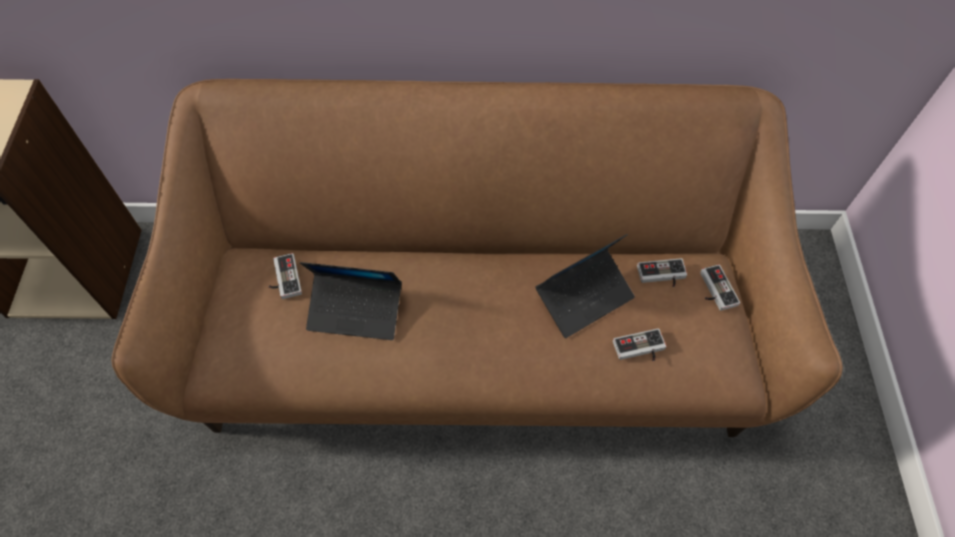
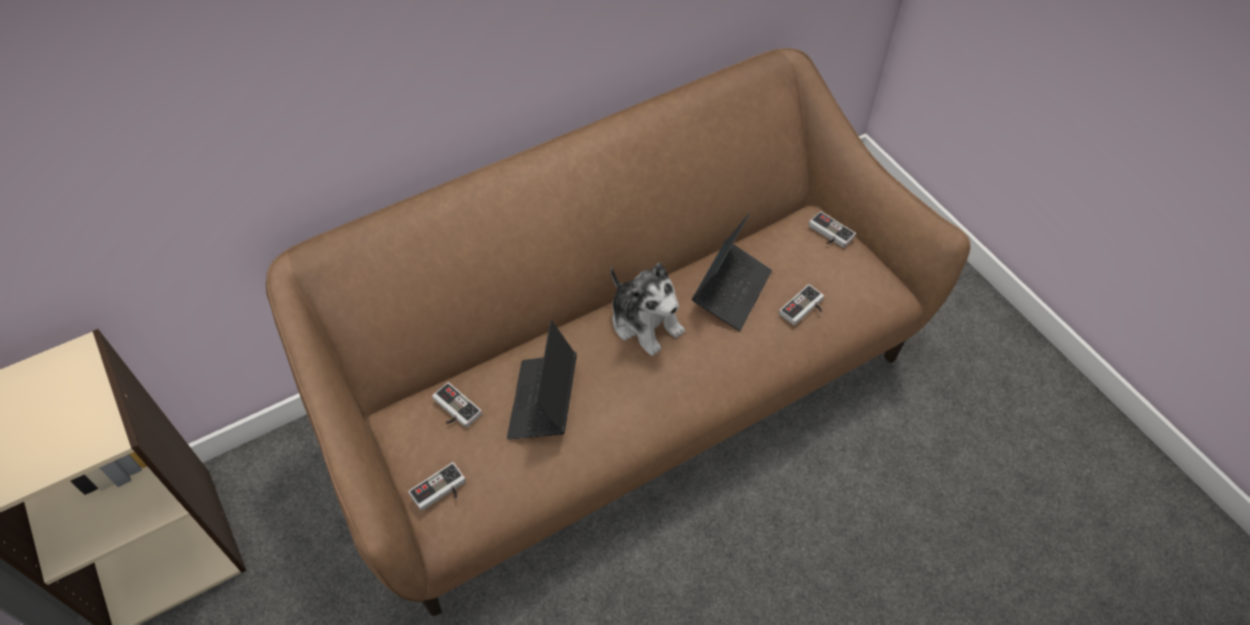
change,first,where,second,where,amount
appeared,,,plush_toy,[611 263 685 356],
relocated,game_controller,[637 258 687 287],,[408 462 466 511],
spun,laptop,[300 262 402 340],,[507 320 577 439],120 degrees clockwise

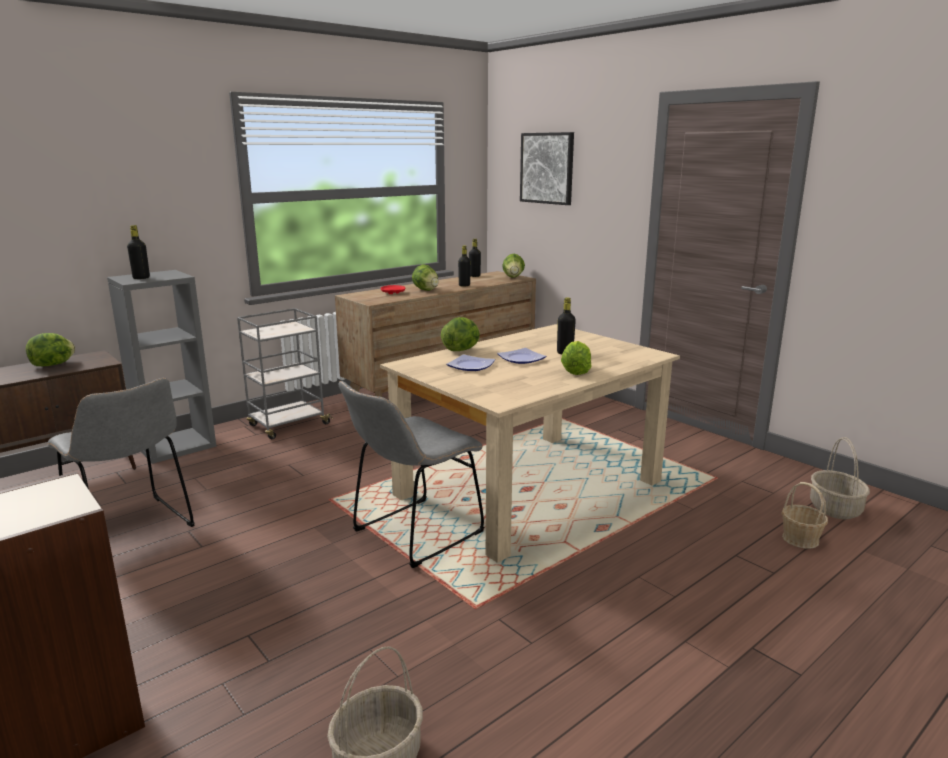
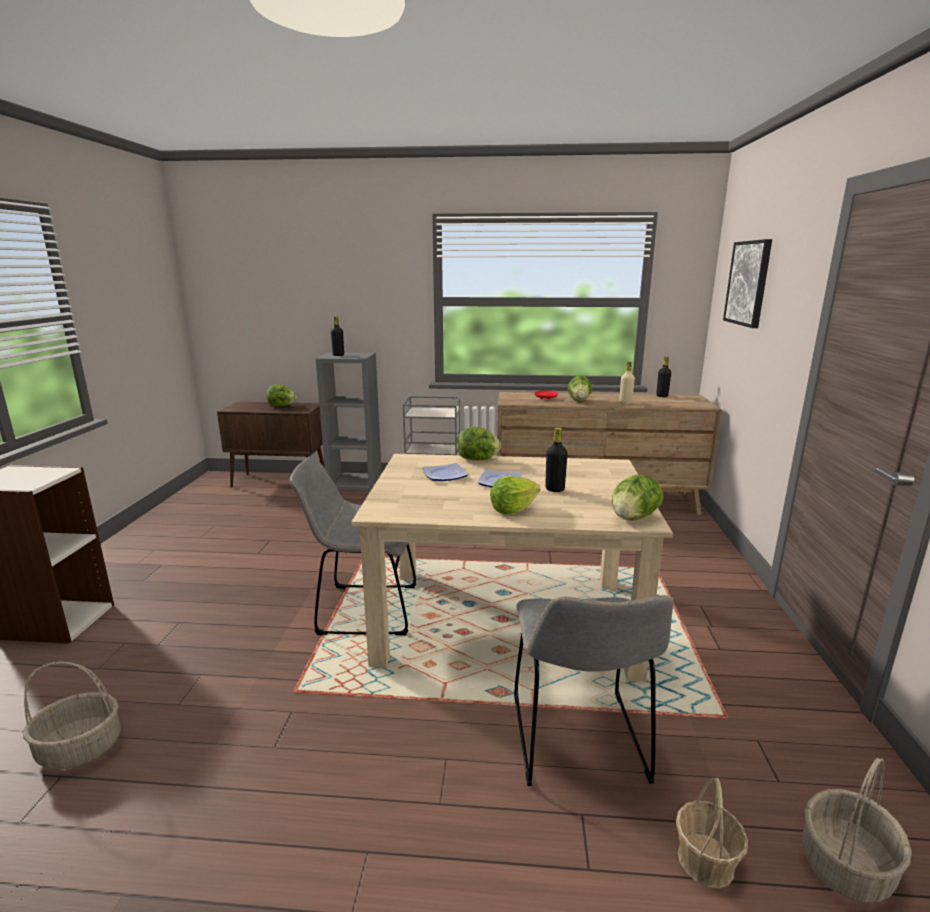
change,first,where,second,where,amount
relocated,grey_chair,[47 378 195 527],,[514 595 674 786],
relocated,lettuce,[502 254 525 278],,[612 475 664 520],
colour,black_bottle,[458 245 470 287],beige_bottle,[619 362 635 404],

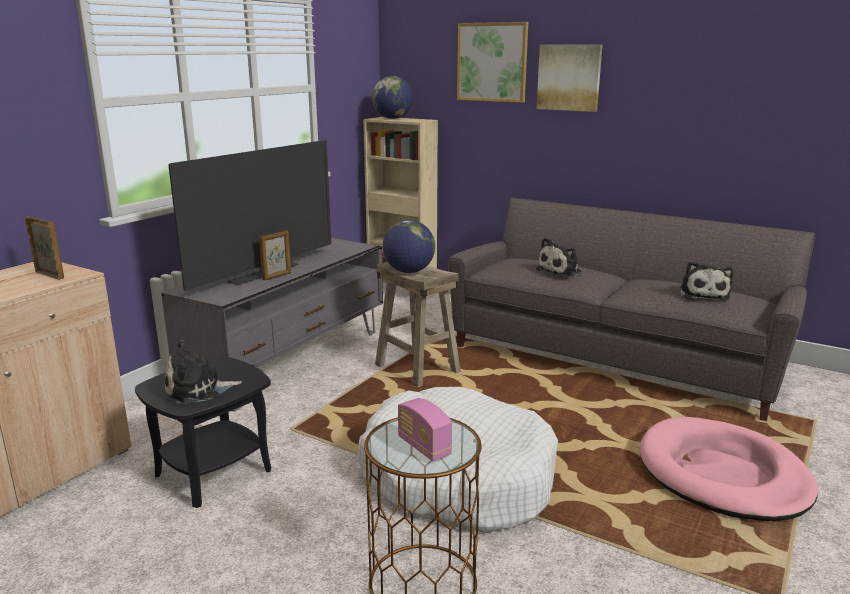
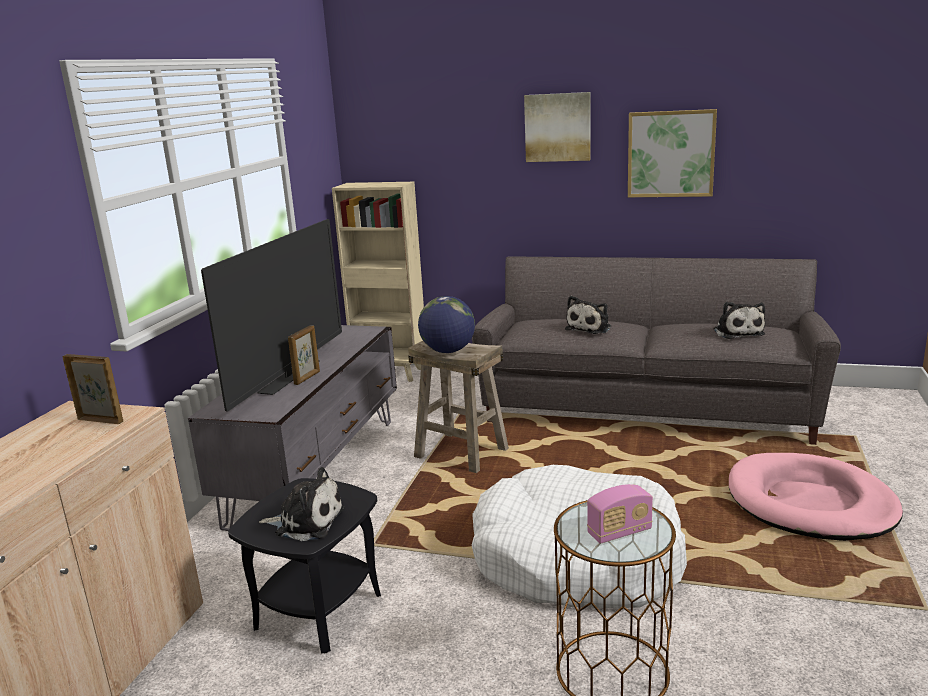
change,first,where,second,where,amount
missing,globe,[372 76 413 119],,,
relocated,picture,[457 22 528 103],,[628 109 717 197],
spun,plush_toy,[165 340 242 404],,[259 467 345 541],135 degrees counterclockwise
spun,radio,[398 398 452 461],,[587 484 653 544],60 degrees counterclockwise

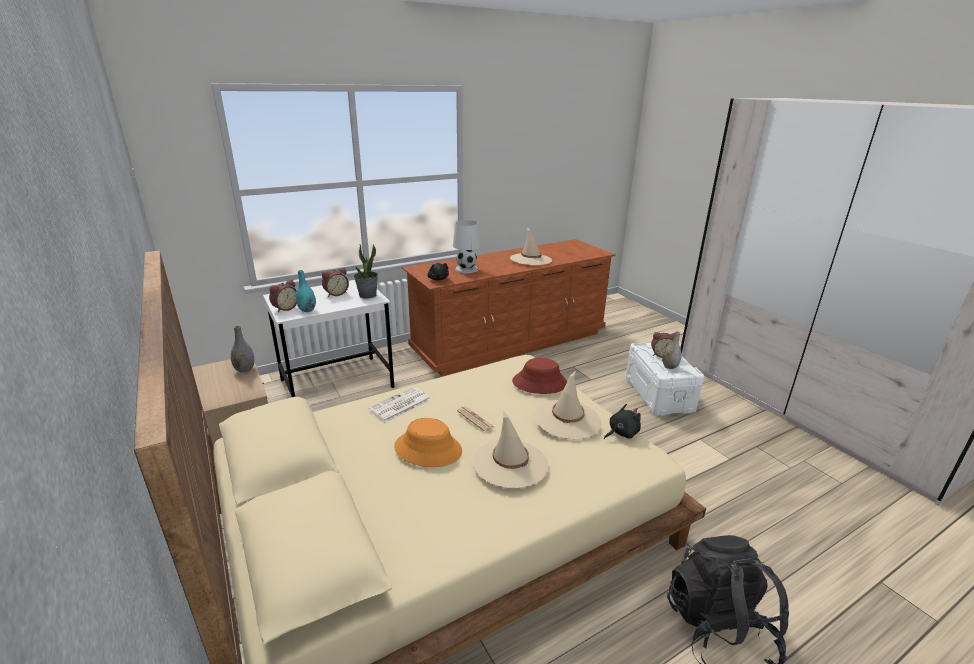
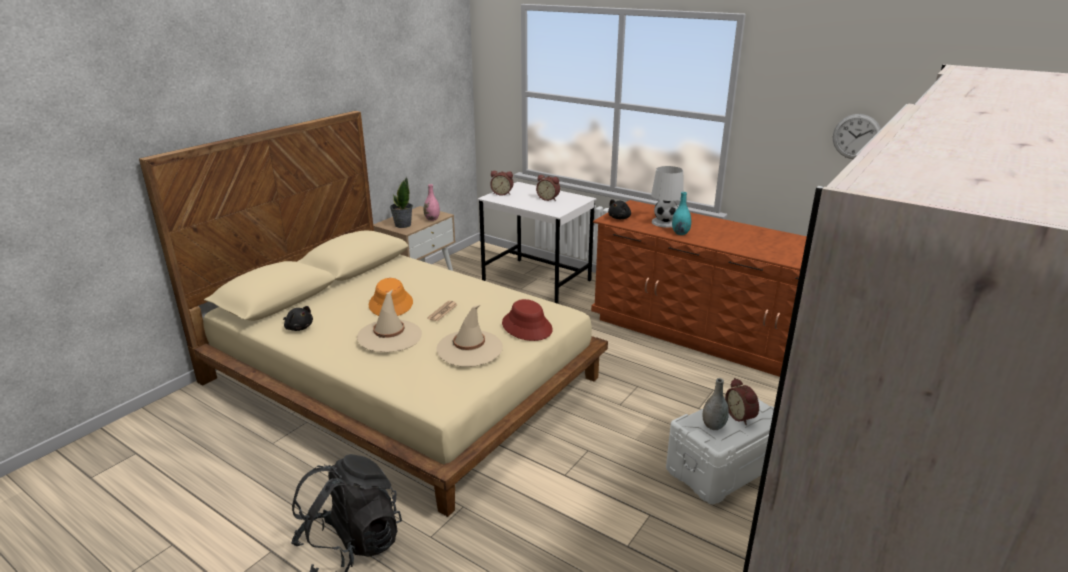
change,first,where,second,where,amount
missing,newspaper,[368 387 431 423],,,
missing,beige_hat,[510 227 552 265],,,
appeared,,,wall_clock,[833 114 881 159],
relocated,turquoise_vase,[296 270 316 312],,[672 192 692 235],
relocated,potted_plant,[354 245 378 298],,[390 177 413 228],
relocated,black_plush_toy,[604 404 641 439],,[283 306 313 331],
colour,grey_vase,[231 325 255 373],pink_vase,[424 184 440 221],

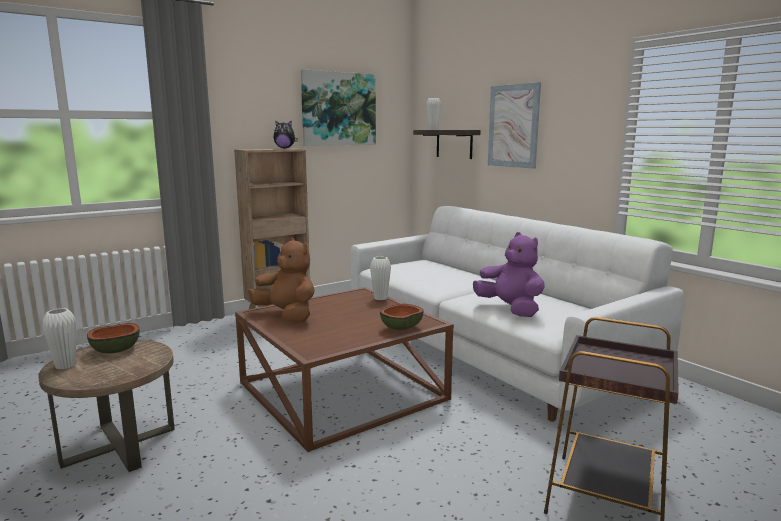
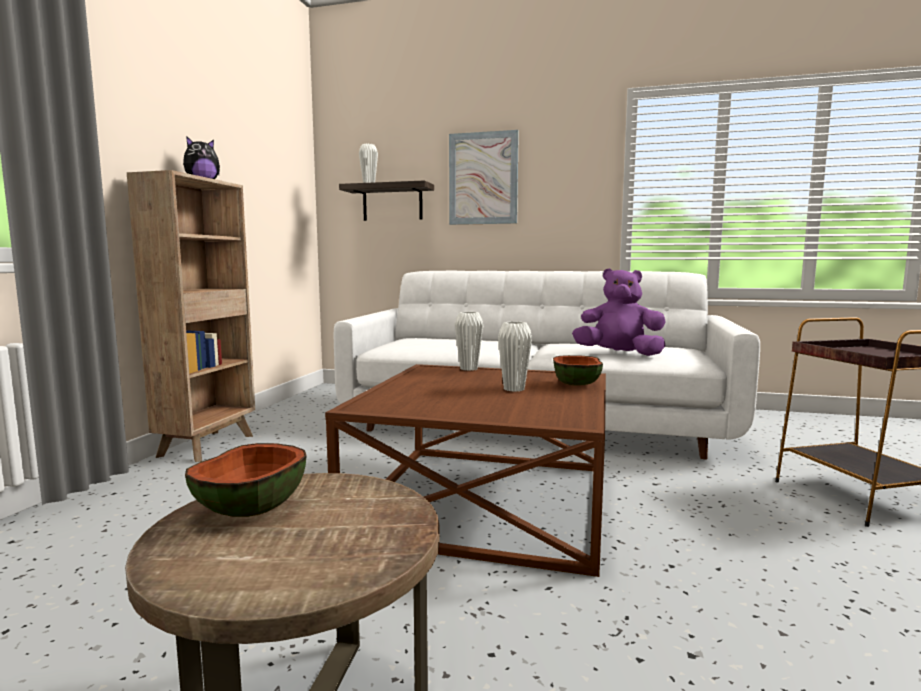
change,first,where,second,where,amount
missing,brown_plush_toy,[248 238 315 323],,,
missing,picture,[301 69 376 146],,,
relocated,white_vase,[42 308 76 369],,[498 322 532 392],

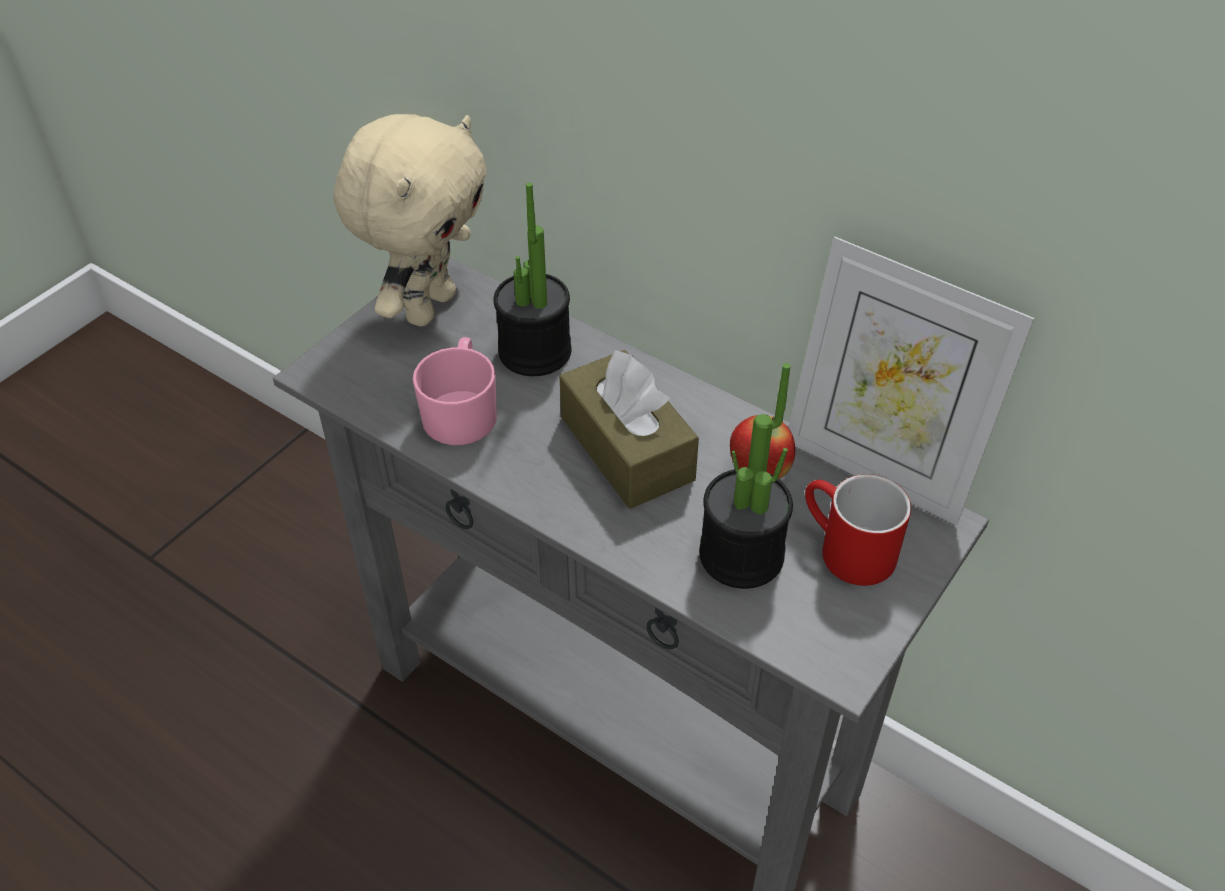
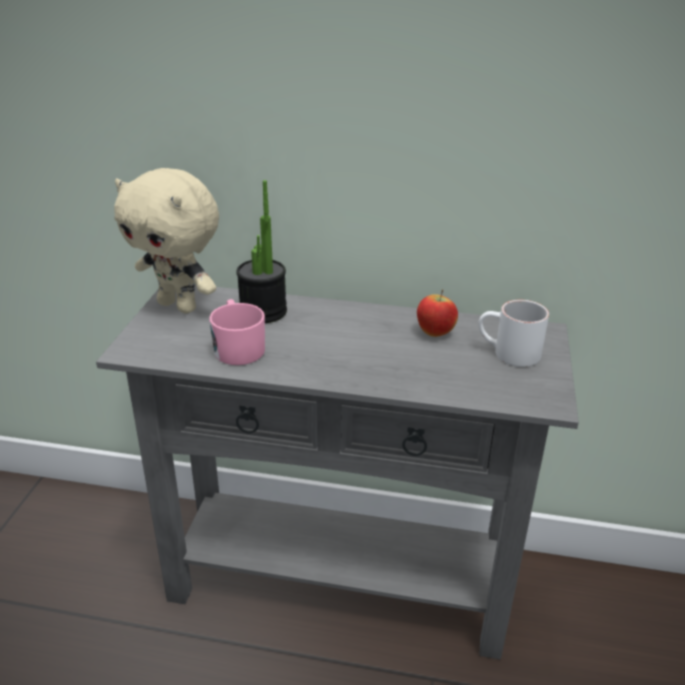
change,first,where,second,where,amount
missing,brown_tissue_box,[559 349 699 509],,,
missing,potted_plant,[699 363 793 589],,,
missing,picture_frame,[788 237 1034 525],,,
colour,red_mug,[805 474 911 586],white_mug,[478 300 549 367],
spun,beige_plush_toy,[334 114 487 327],,[114 168 219 314],120 degrees clockwise

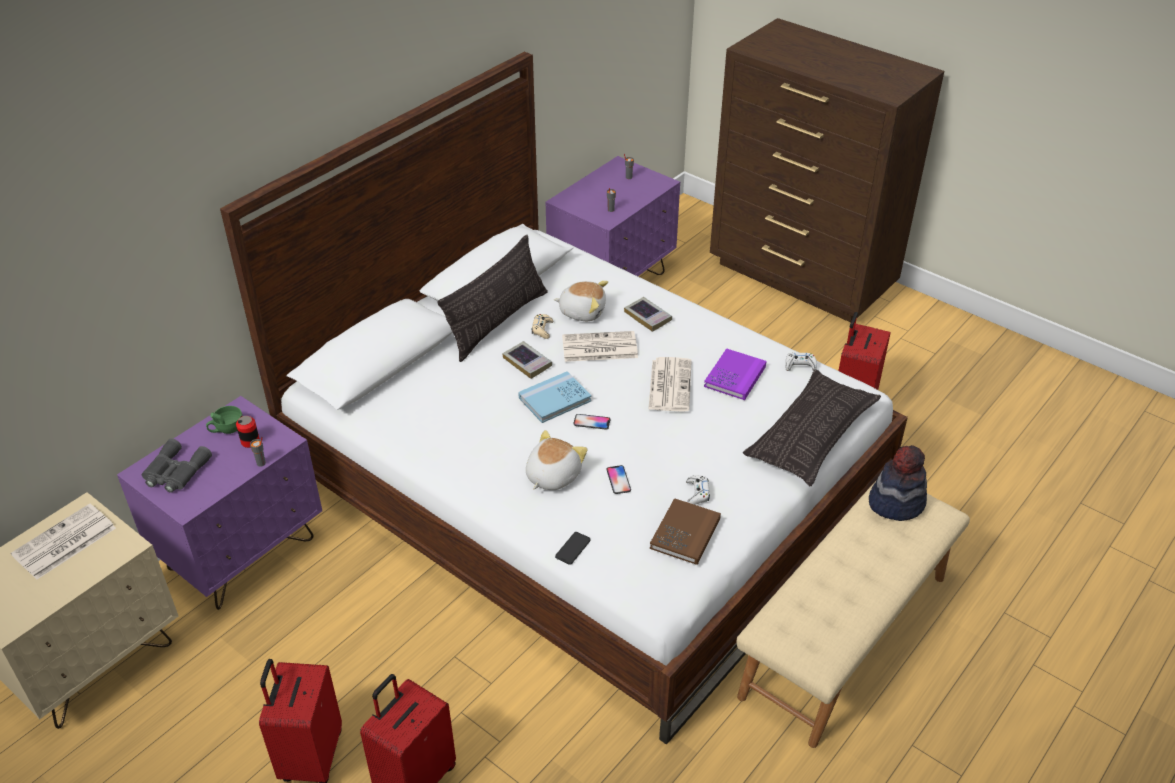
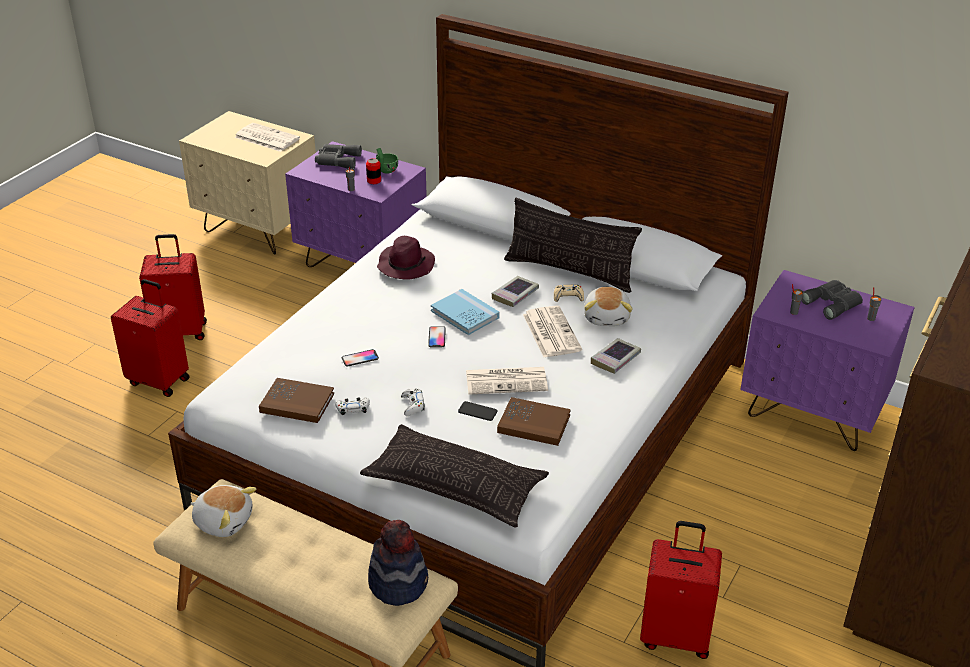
change,first,where,second,where,amount
appeared,,,purple_hat,[377 236 435 280],
appeared,,,grey_binoculars,[801 280 863 320],
relocated,plush_toy,[526 430 588 490],,[190 485 256 537],
relocated,phone,[555 532 591 565],,[458 401 497 421],
relocated,white_game_controller,[785 353 817 371],,[401 388 425 416],
colour,purple_book,[704 348 766 400],brown_book,[497 397 571 446],

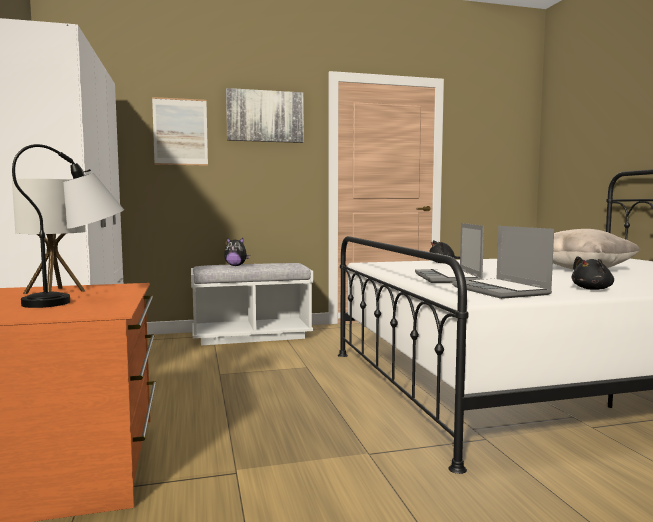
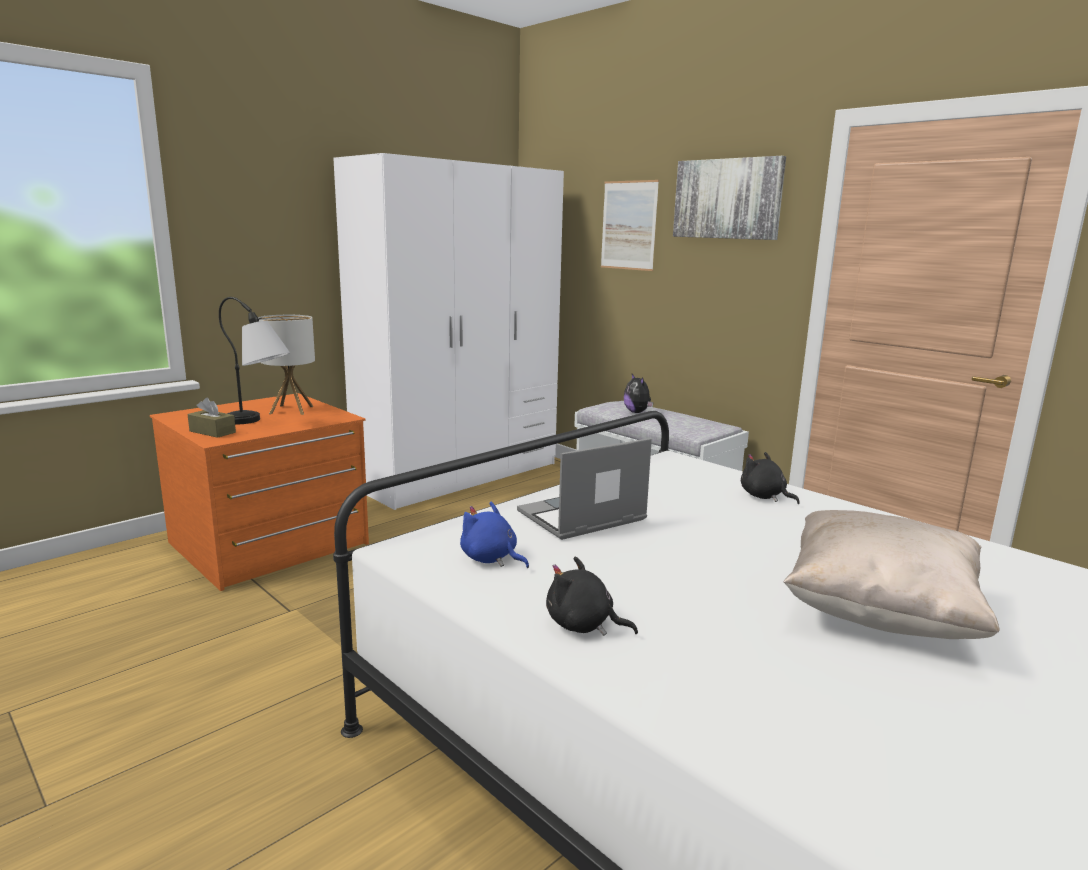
change,first,where,second,where,amount
appeared,,,brown_tissue_box,[188 398 236 438],
exchanged,laptop,[452 226 554 299],blue_plush_toy,[460 502 529 568],

